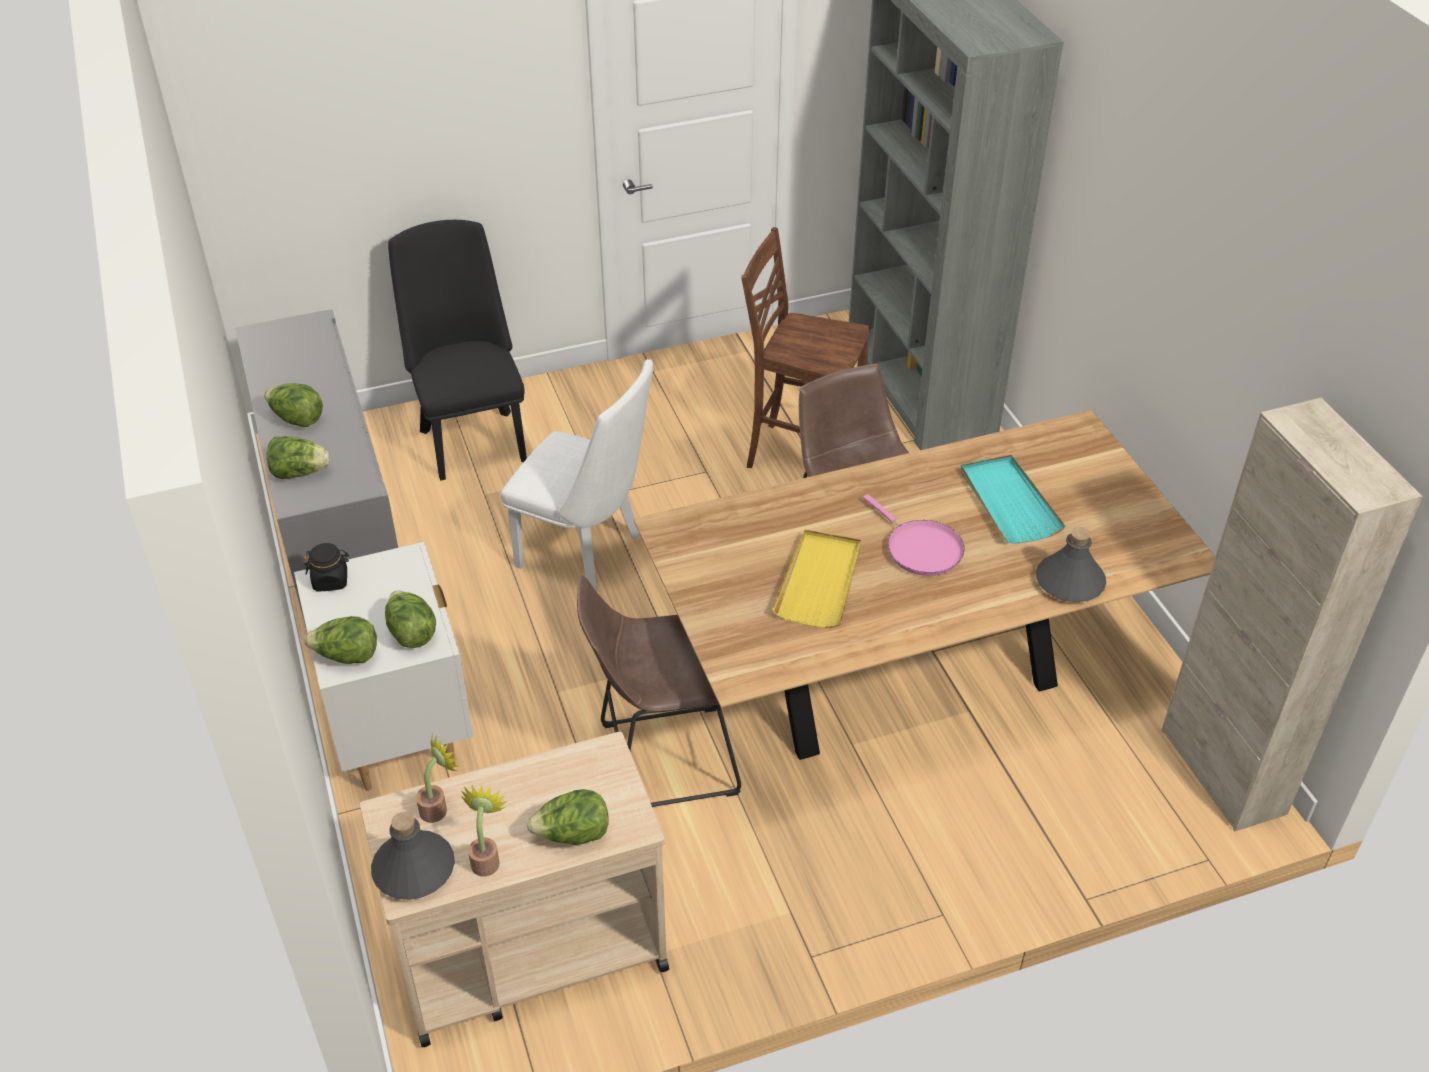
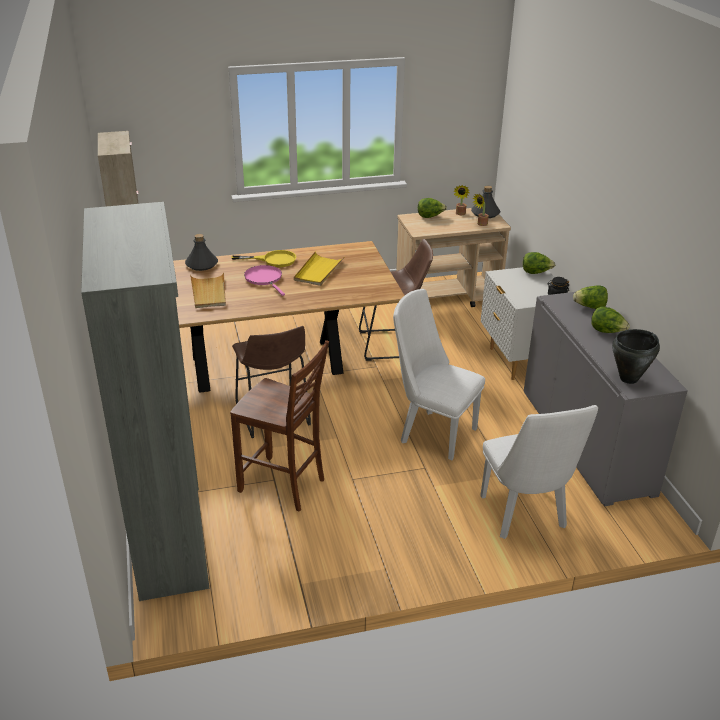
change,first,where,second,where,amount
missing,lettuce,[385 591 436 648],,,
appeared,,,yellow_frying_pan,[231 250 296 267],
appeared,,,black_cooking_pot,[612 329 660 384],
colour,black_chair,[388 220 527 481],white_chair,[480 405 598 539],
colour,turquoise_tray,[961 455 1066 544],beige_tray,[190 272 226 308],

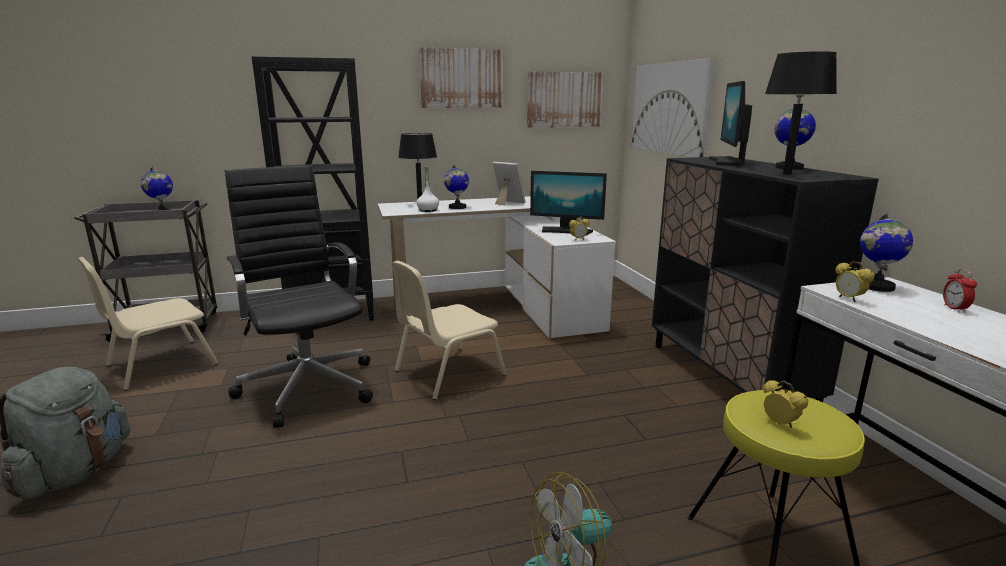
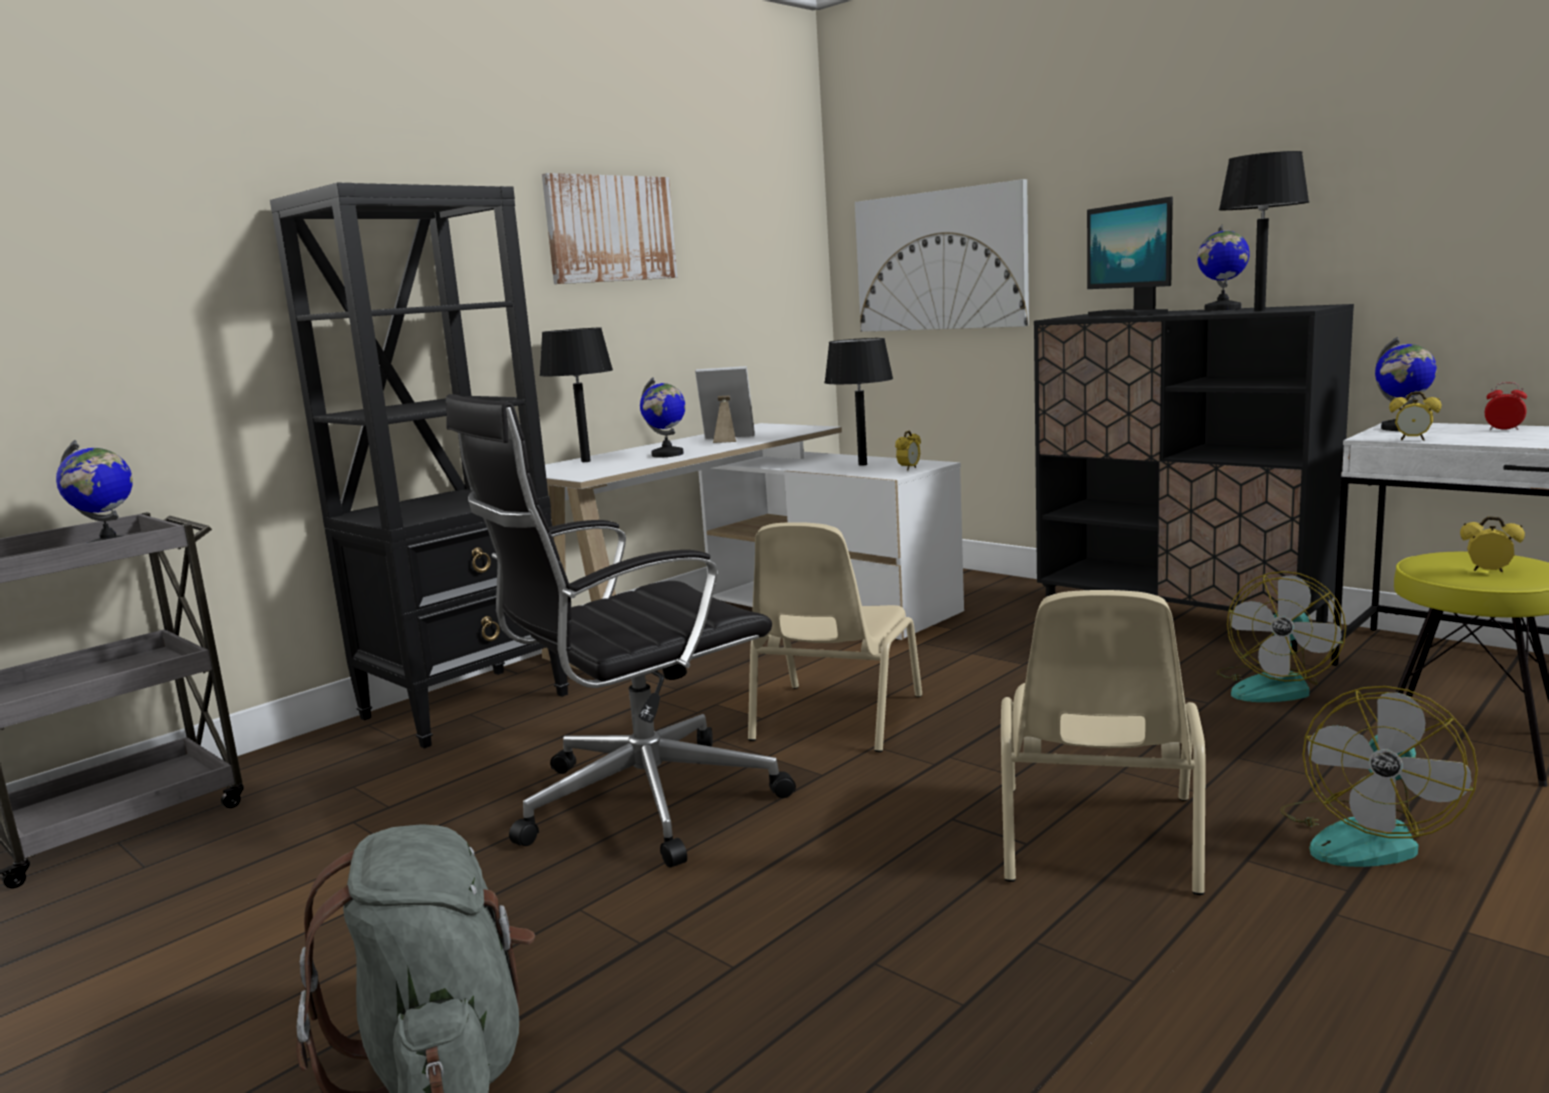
change,first,where,second,where,amount
missing,white_bottle,[417 167 439 212],,,
missing,picture,[527 72 604 128],,,
appeared,,,fan,[1216 571 1346 702],
relocated,beige_chair,[78 257 218 391],,[1001 590 1206 895],
exchanged,monitor,[530 171 607 235],black_table_lamp,[824 338 893 466],
spun,black_office_chair,[224 165 373 428],,[446 394 796 868],60 degrees counterclockwise
spun,alarm_clock,[943 269 977 312],,[1485 382 1527 430],150 degrees clockwise

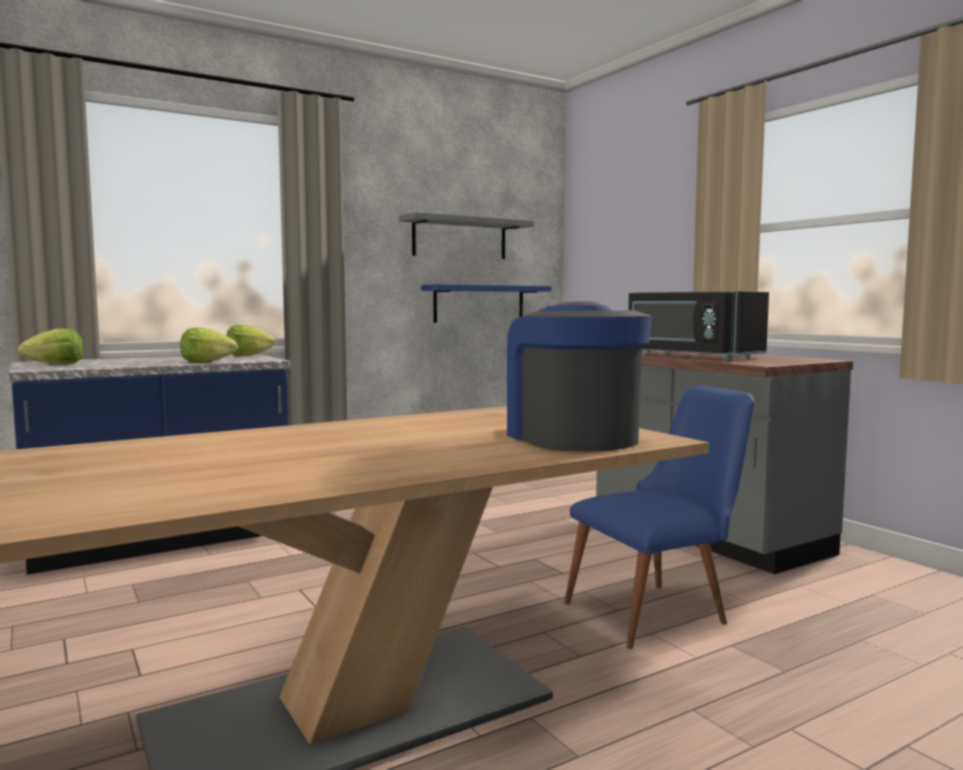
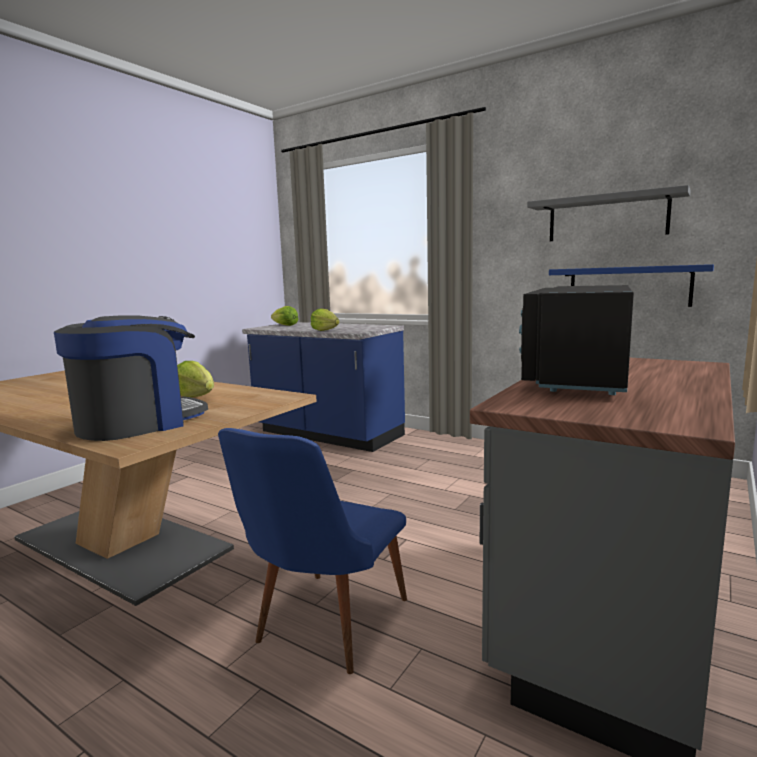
change,first,where,second,where,amount
relocated,lettuce,[226 325 276 356],,[177 361 214 398],
spun,blue_chair,[564 386 754 649],,[218 428 407 674],75 degrees clockwise

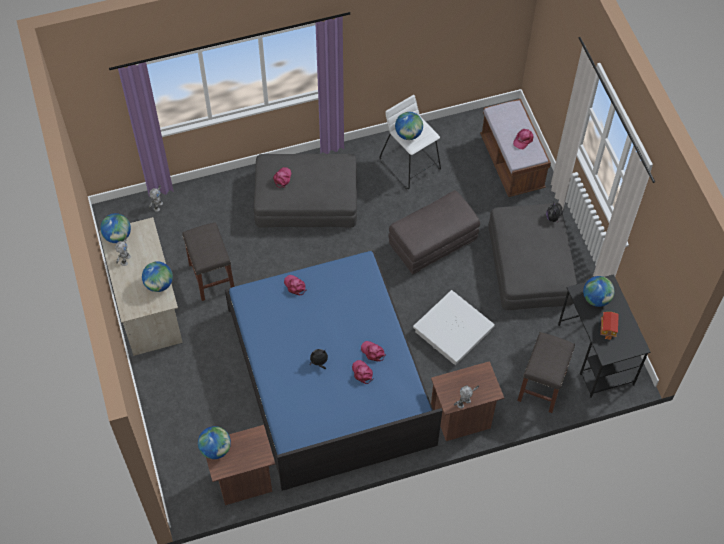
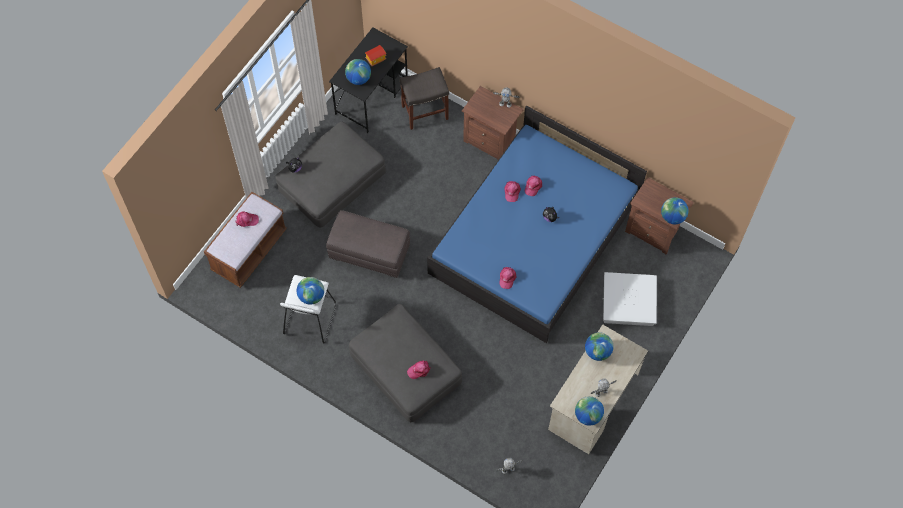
change,first,where,second,where,amount
missing,grey_stool,[182 222 234 301],,,
relocated,white_storage_box,[413 290 495 365],,[603 272 657 326],

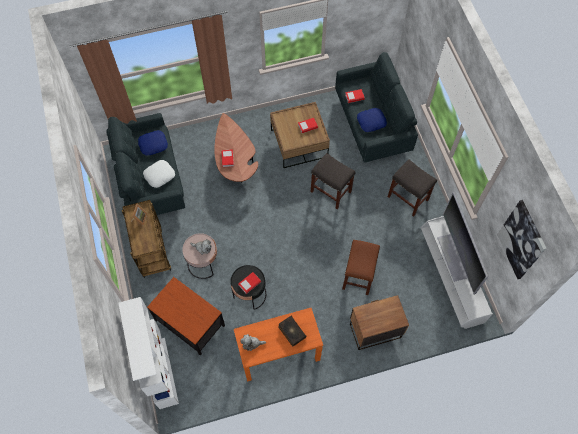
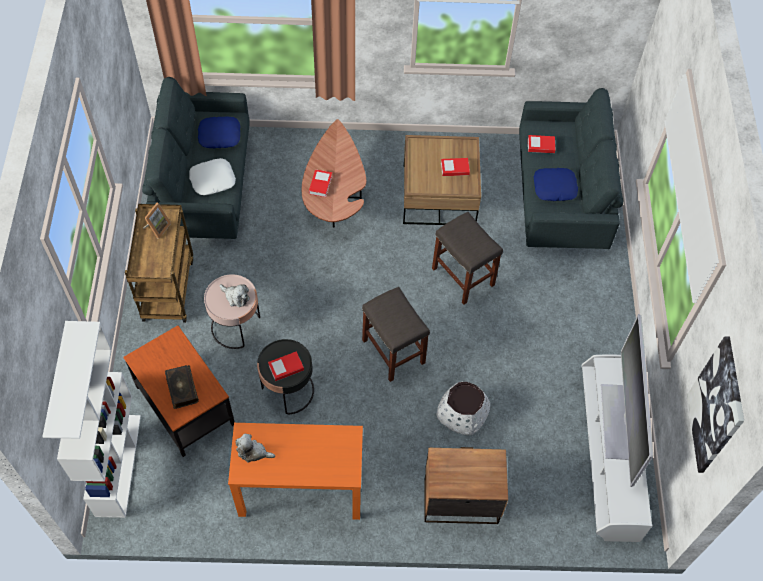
change,first,where,second,where,amount
relocated,book,[278 315 307 346],,[165 365 199 409],
relocated,grey_stool,[388 160 437 217],,[362 287 430 382],
exchanged,brown_stool,[342 240 380 295],white_planter,[437 382 490 435],

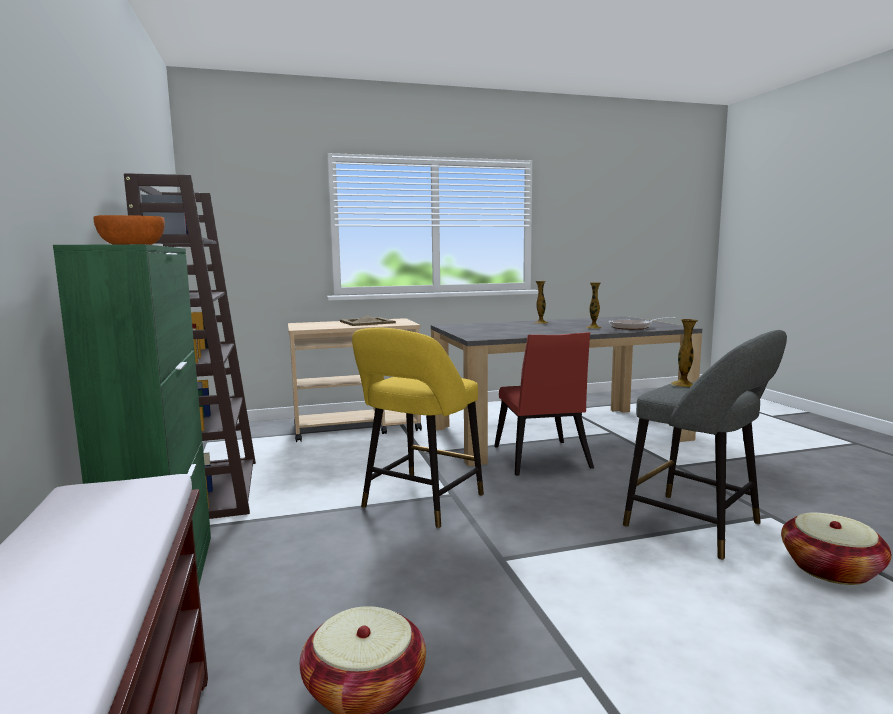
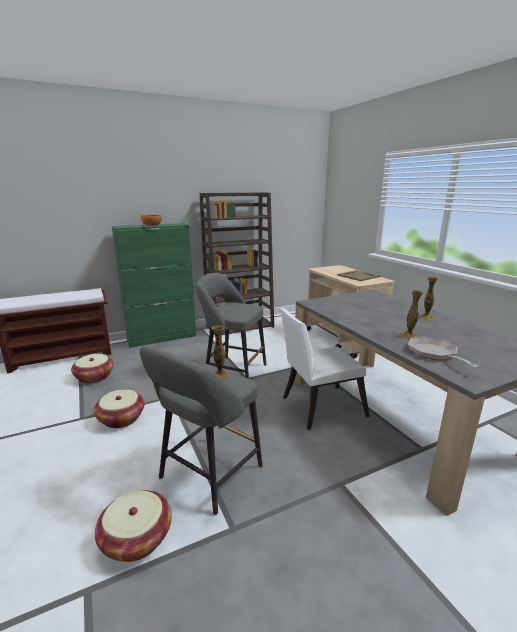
change,first,where,second,where,amount
appeared,,,basket,[94 389 145 428],
colour,yellow_stool,[352 328 484 528],grey_stool,[196 273 267 379],
colour,red_chair,[494 332 594 476],white_chair,[280 308 370 430],

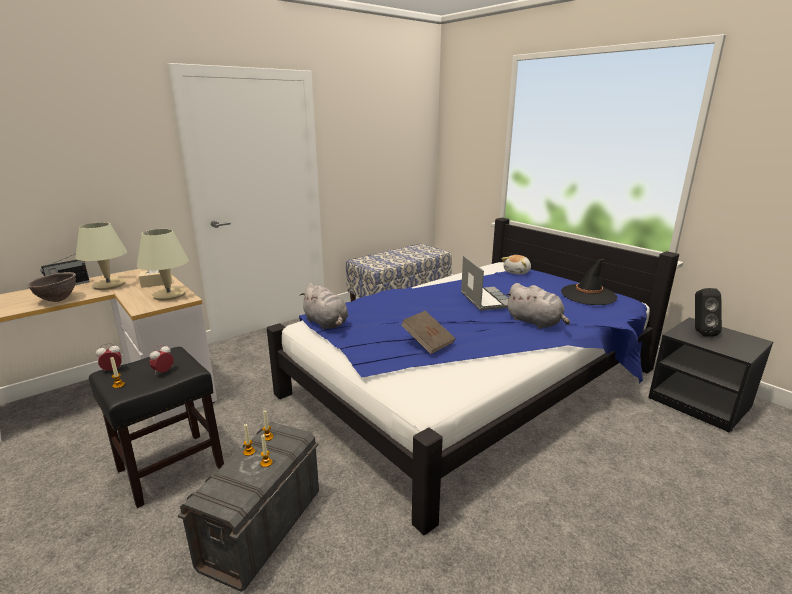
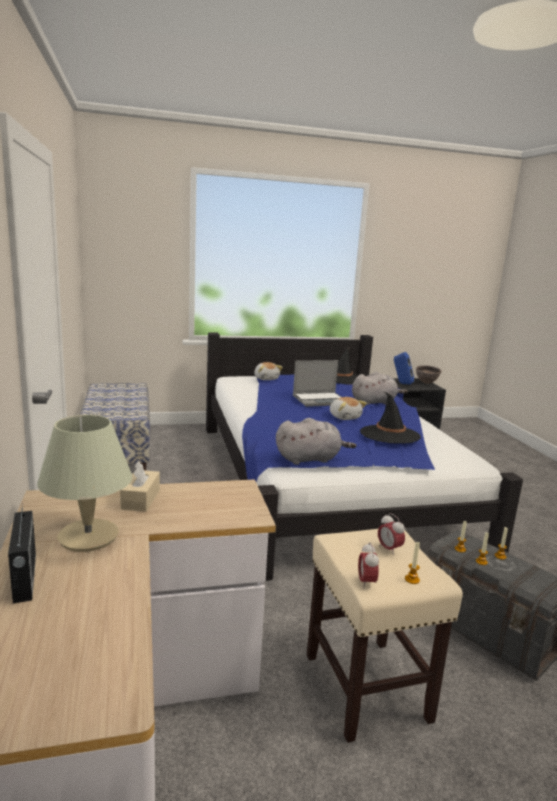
change,first,where,second,where,amount
missing,beige_table_lamp,[137 229 189 300],,,
appeared,,,plush_toy,[330 397 367 420],
relocated,brown_bowl,[27 272 76 302],,[416 365 442 384],
exchanged,brown_book,[401 311 455 354],black_hat,[360 392 421 443],
colour,black_stool,[89 347 224 508],beige_stool,[307 529 463 743],
colour,black_speaker,[695 288 722 336],blue_speaker,[394 352 414 384],
spun,laptop,[461 255 508 311],,[293 360 341 407],150 degrees clockwise

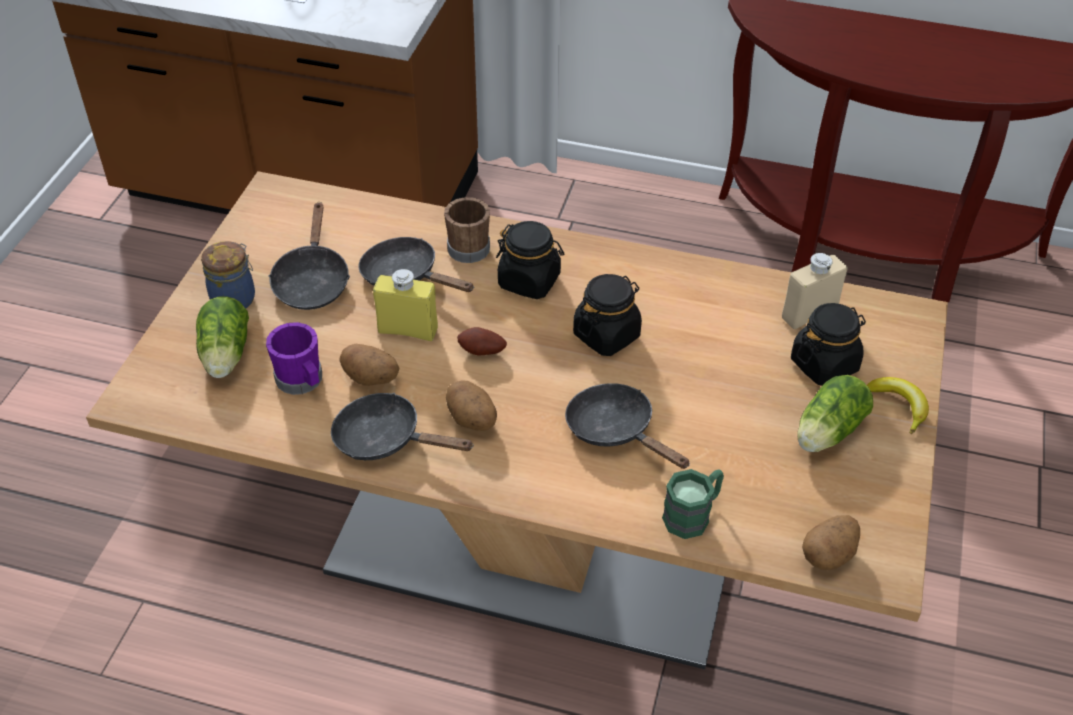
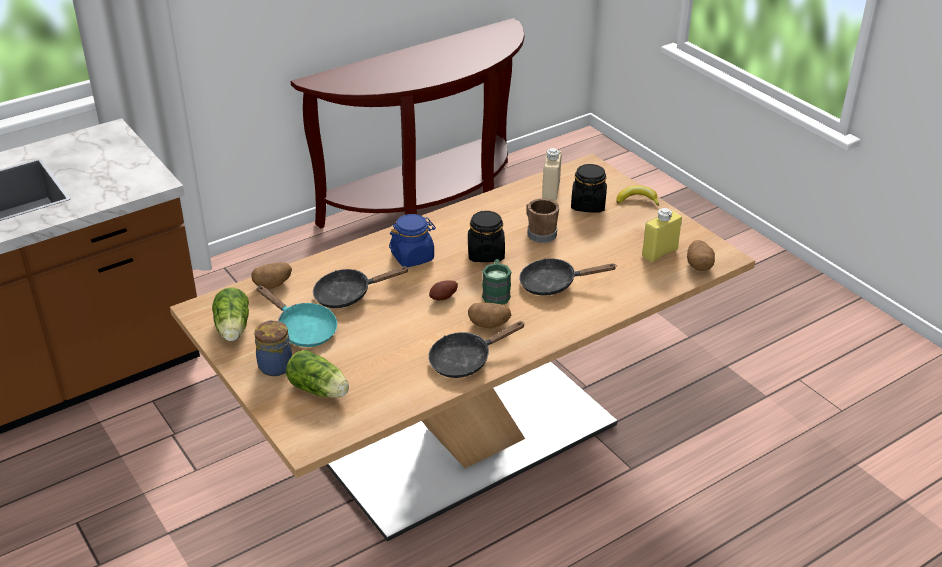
change,first,where,second,where,amount
missing,purple_mug,[266 322 322 395],,,
relocated,potato,[339 344 399 386],,[252 262 292 288],
relocated,yellow_bottle,[373 269 438 341],,[642 208 682 262],
relocated,brown_mug,[444 197 490 263],,[526 198 559 243],
relocated,green_mug,[662 469 724 539],,[482 259 511 305],
relocated,lettuce,[798 375 873 452],,[212 287 249 341],
colour,black_frying_pan,[268 202 350 310],turquoise_frying_pan,[257 286 337 347],
colour,black_jar,[496 221 564 299],blue_jar,[389 214 436 267],

